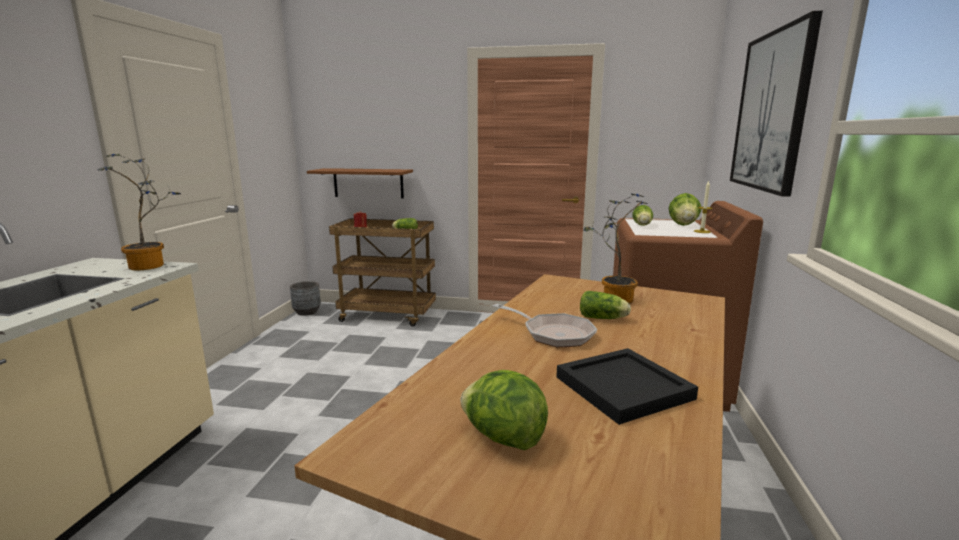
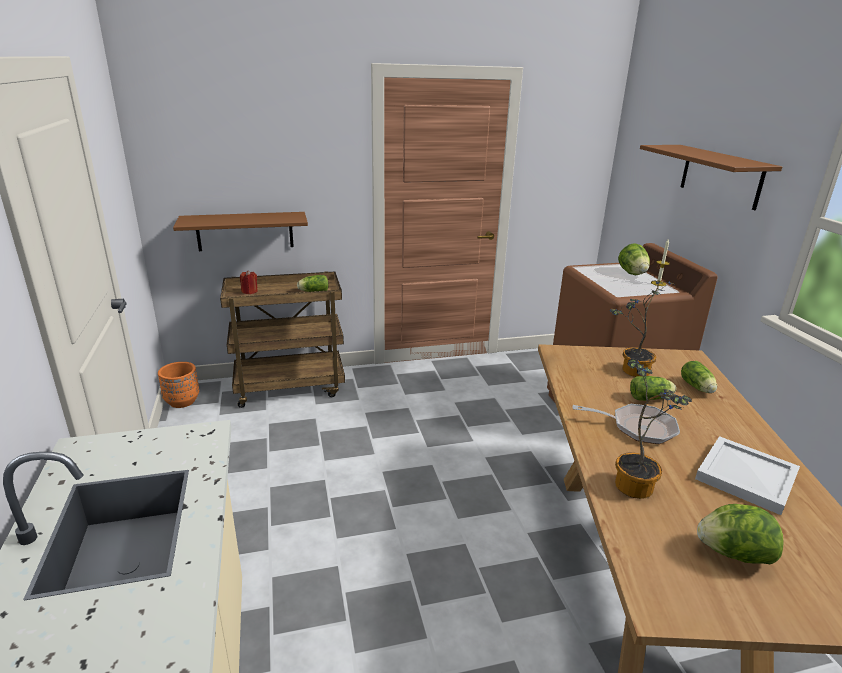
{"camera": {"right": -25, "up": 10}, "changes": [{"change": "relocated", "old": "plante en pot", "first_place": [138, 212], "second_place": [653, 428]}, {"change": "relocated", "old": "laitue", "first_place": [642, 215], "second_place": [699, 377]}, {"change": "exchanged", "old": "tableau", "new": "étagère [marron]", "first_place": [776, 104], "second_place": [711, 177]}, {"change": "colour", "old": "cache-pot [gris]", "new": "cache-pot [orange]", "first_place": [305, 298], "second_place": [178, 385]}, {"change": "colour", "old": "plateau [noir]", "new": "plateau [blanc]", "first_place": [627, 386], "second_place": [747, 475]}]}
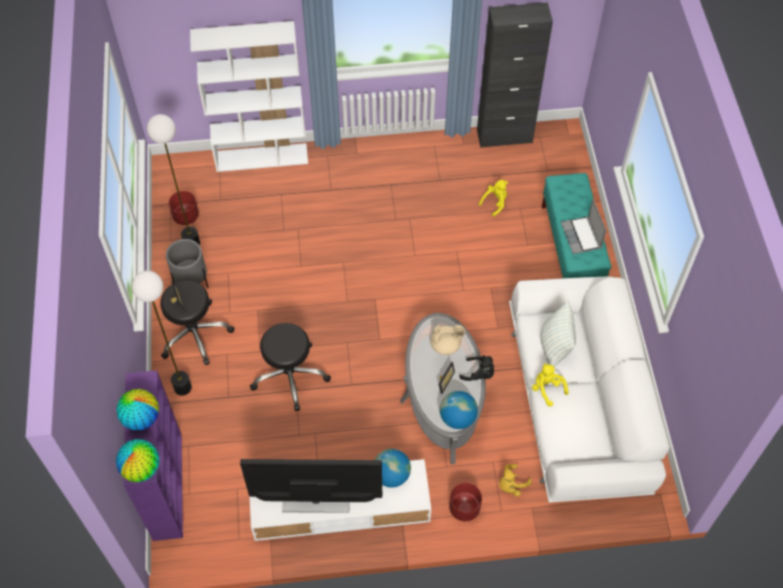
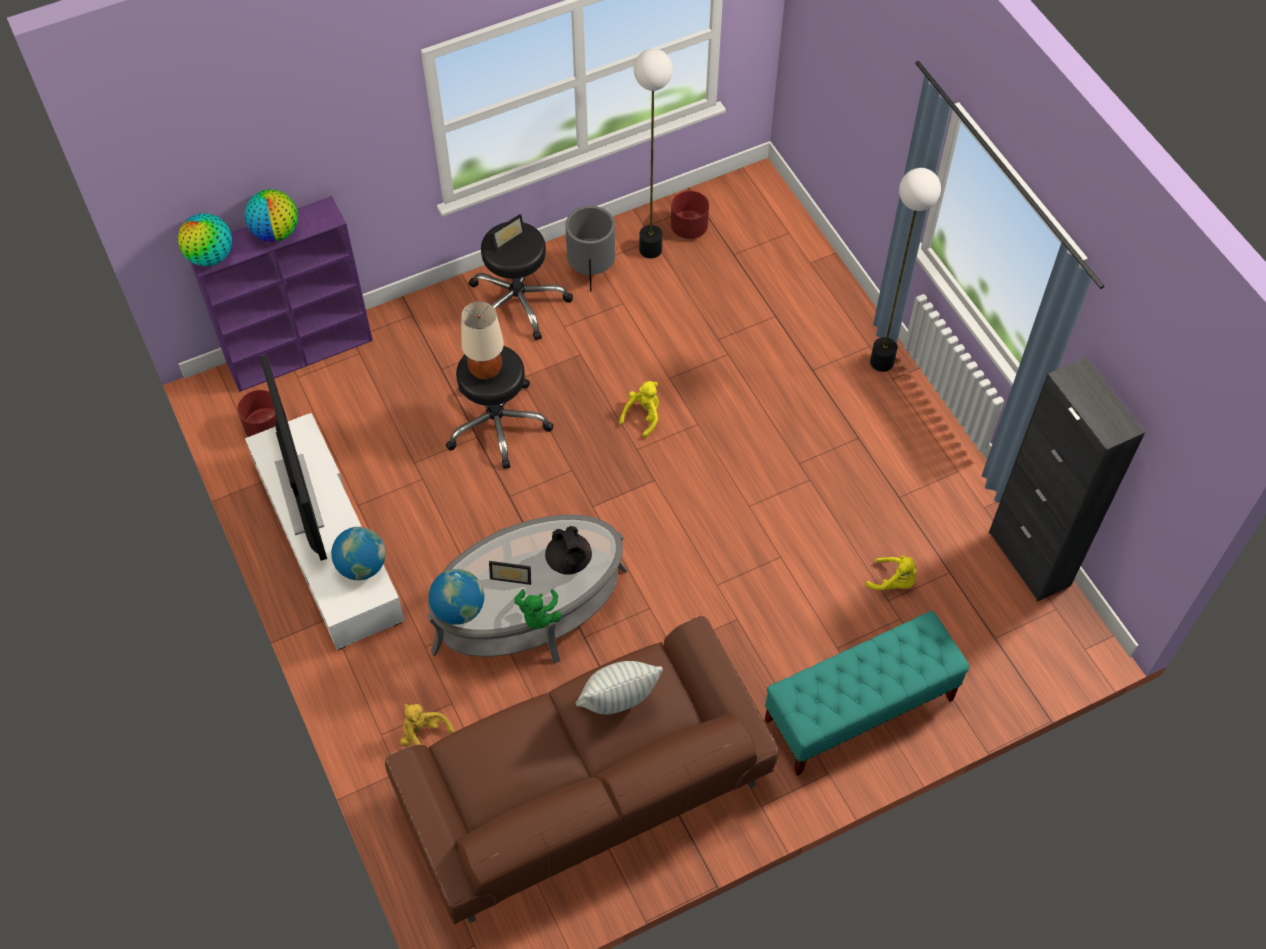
{"camera": {"right": 70, "up": 0}, "changes": [{"change": "missing", "old": "bibliothèque [blanc]", "first_place": [249, 96]}, {"change": "missing", "old": "ordinateur portable", "first_place": [583, 226]}, {"change": "appeared", "new": "lampe de table [beige]", "second_place": [482, 340]}, {"change": "relocated", "old": "lampadaire", "first_place": [162, 333], "second_place": [905, 270]}, {"change": "relocated", "old": "cache-pot [rouge]", "first_place": [465, 502], "second_place": [257, 413]}, {"change": "relocated", "old": "peluche [jaune]", "first_place": [550, 385], "second_place": [639, 409]}, {"change": "colour", "old": "théière [beige]", "new": "théière [noir]", "first_place": [447, 340], "second_place": [568, 550]}, {"change": "colour", "old": "peluche [noir]", "new": "peluche [vert]", "first_place": [476, 368], "second_place": [538, 609]}, {"change": "colour", "old": "canapé [blanc]", "new": "canapé [marron]", "first_place": [589, 389], "second_place": [582, 769]}]}
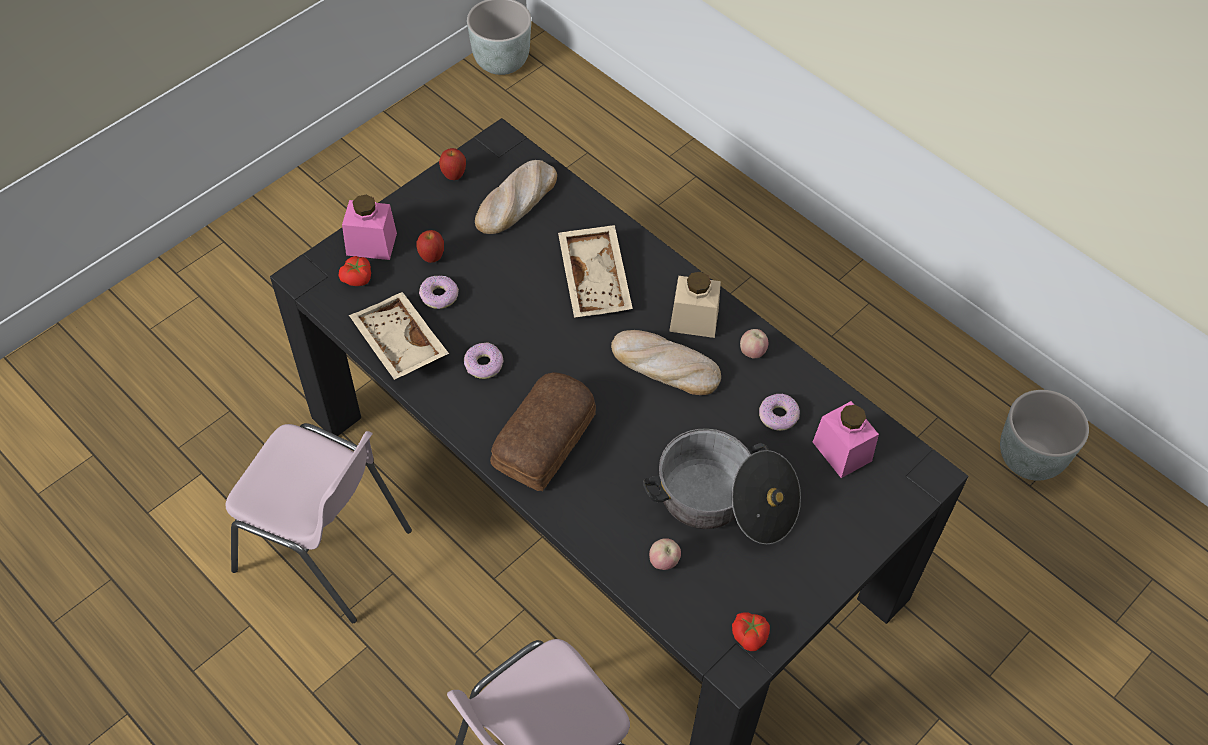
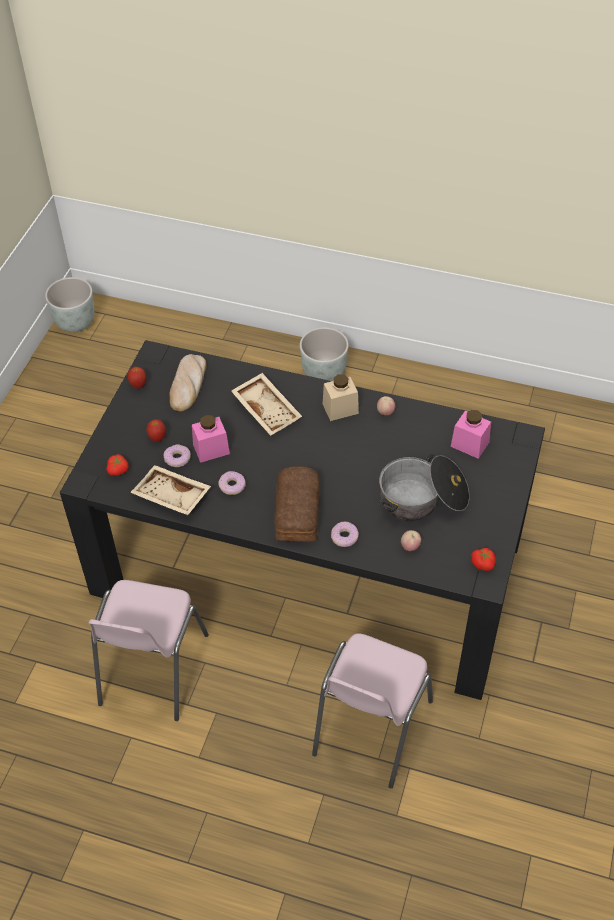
{"camera": {"right": -25, "up": -5}, "changes": [{"change": "missing", "old": "pain", "first_place": [666, 362]}, {"change": "relocated", "old": "bocal [rose]", "first_place": [369, 227], "second_place": [211, 439]}, {"change": "relocated", "old": "beignet", "first_place": [779, 412], "second_place": [345, 534]}, {"change": "relocated", "old": "cache-pot [gris]", "first_place": [1044, 435], "second_place": [324, 354]}, {"change": "spun", "old": "chaise [rose]", "first_place": [318, 523], "second_place": [148, 650], "degrees": 105}]}
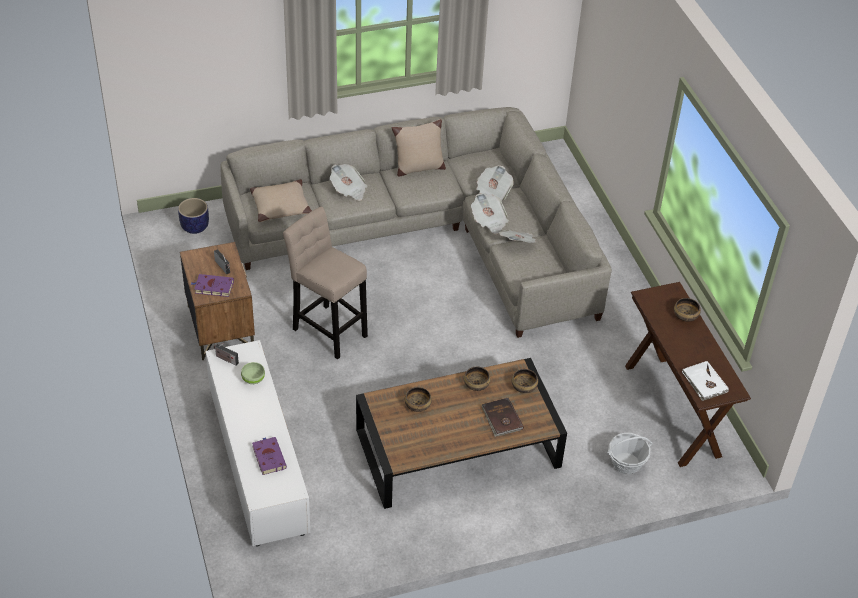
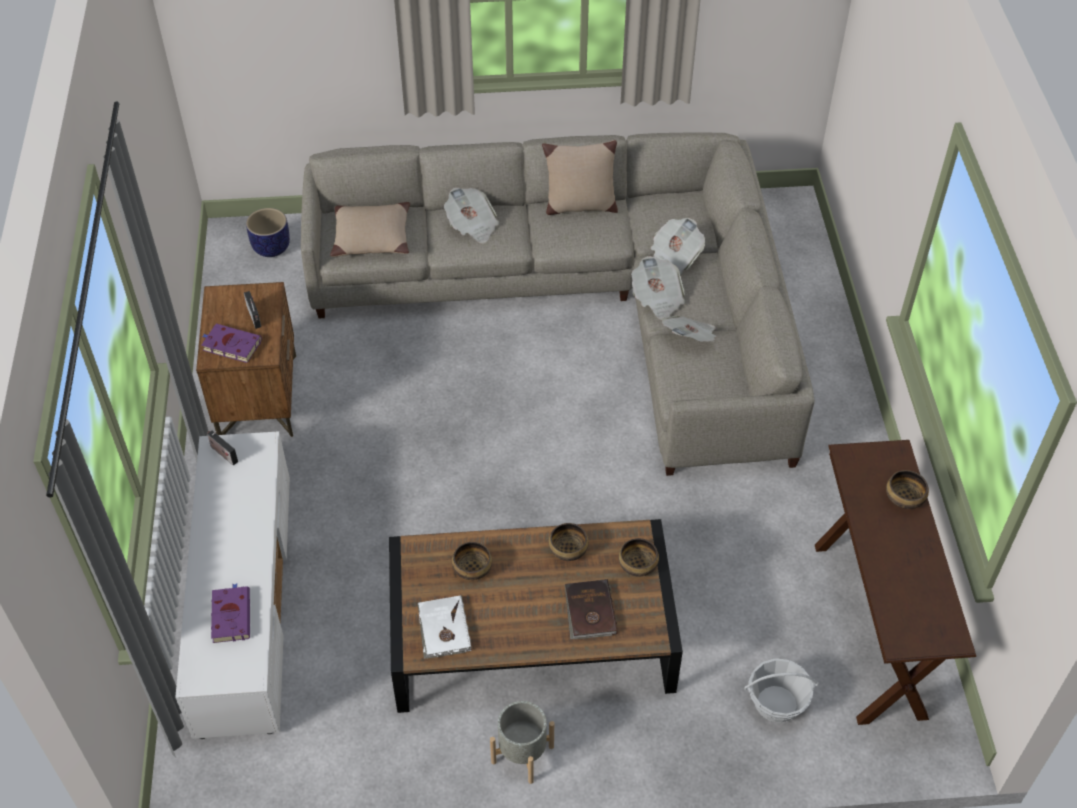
{"camera": {"right": 15, "up": 5}, "changes": [{"change": "missing", "old": "bol [vert]", "first_place": [253, 373]}, {"change": "missing", "old": "tabouret [beige]", "first_place": [325, 283]}, {"change": "appeared", "new": "cache-pot [gris]", "second_place": [522, 742]}, {"change": "relocated", "old": "livre [blanc]", "first_place": [705, 381], "second_place": [444, 627]}]}
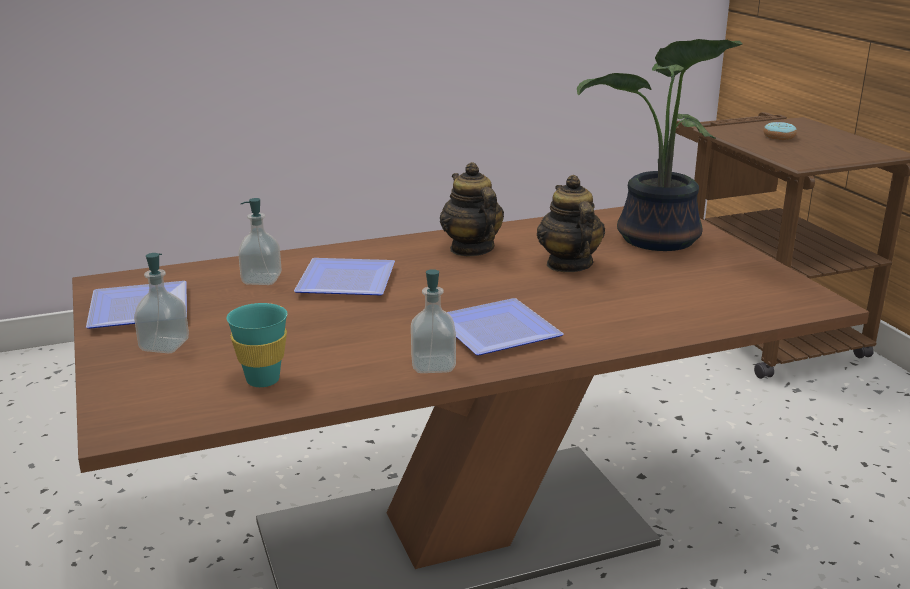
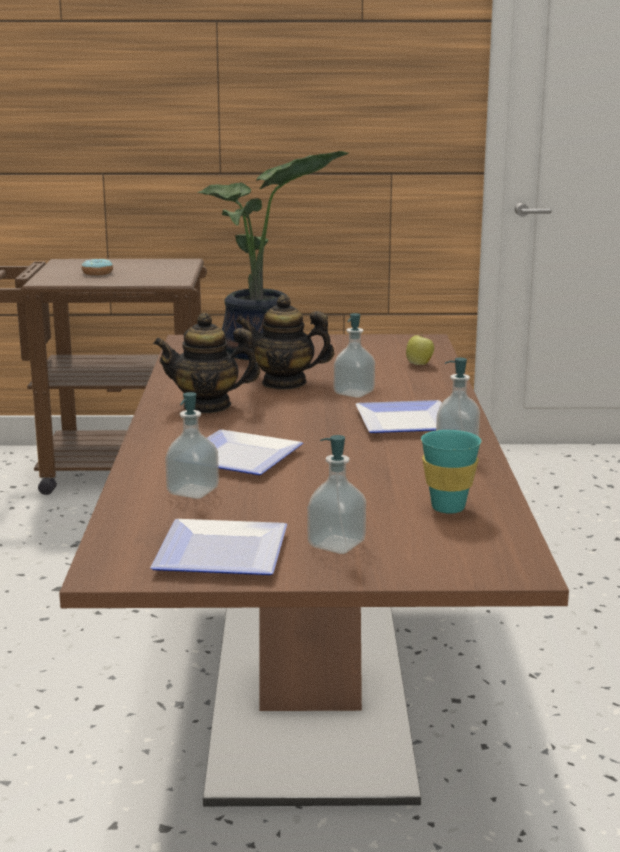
{"camera": {"right": -70, "up": -5}, "changes": [{"change": "appeared", "new": "distributeur de savon", "second_place": [354, 355]}, {"change": "appeared", "new": "pomme", "second_place": [420, 350]}]}
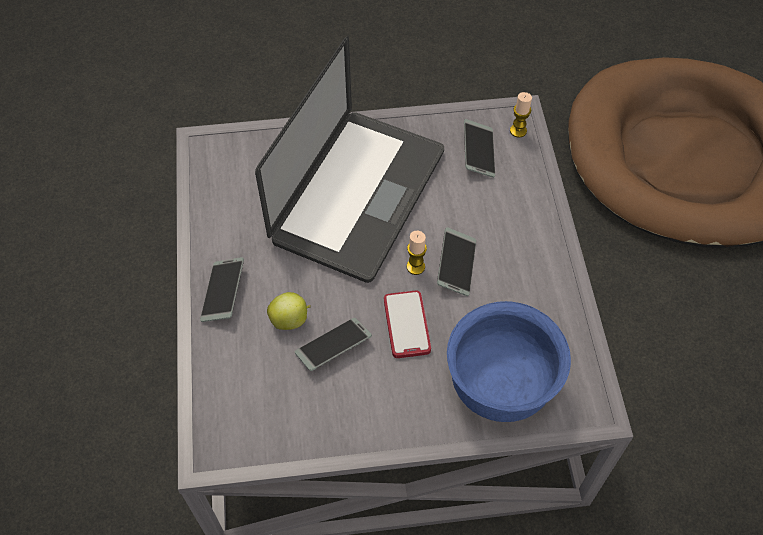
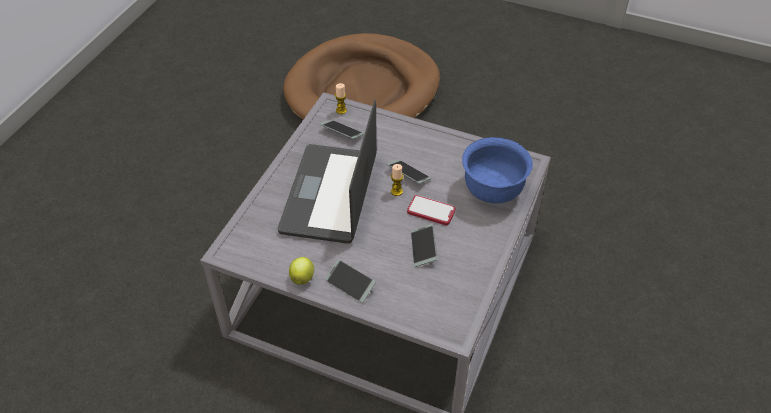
{"camera": {"right": -60, "up": -10}, "changes": [{"change": "relocated", "old": "pomme", "first_place": [289, 311], "second_place": [301, 271]}, {"change": "spun", "old": "ordinateur portable", "first_place": [349, 159], "second_place": [327, 172], "degrees": -135}]}
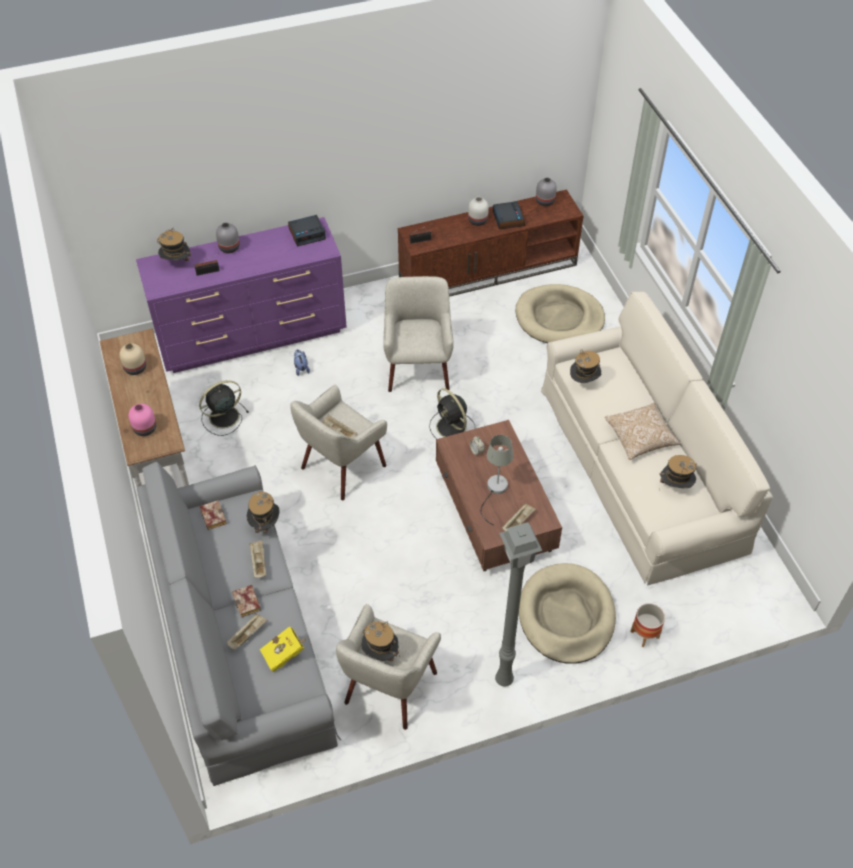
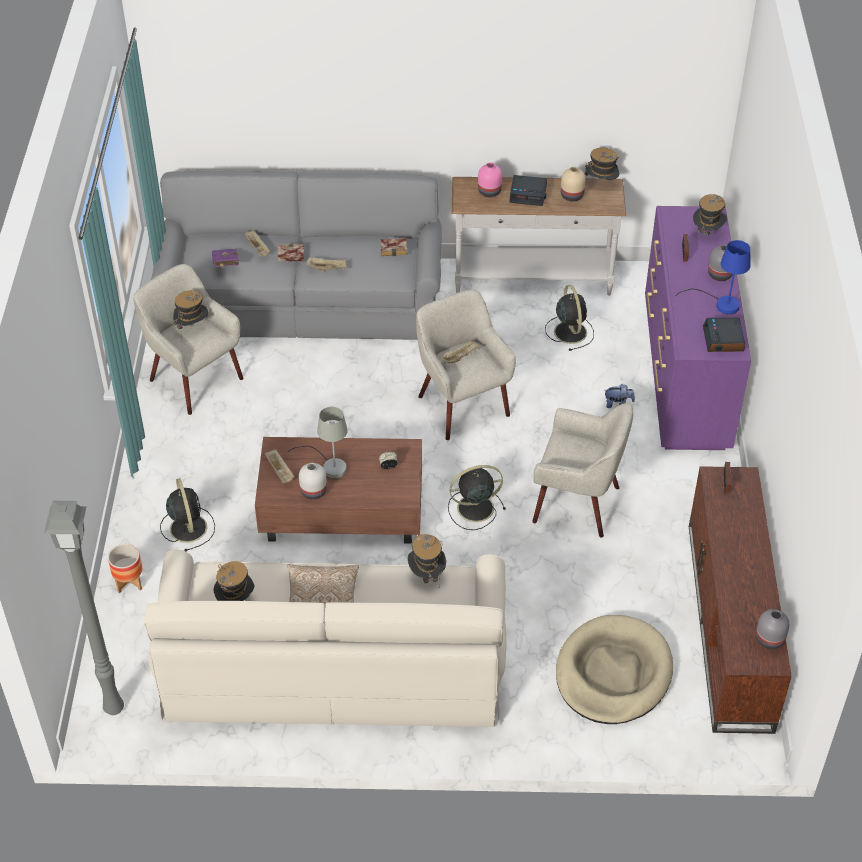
{"camera": {"right": 110, "up": -5}, "changes": [{"change": "appeared", "new": "lampe de table [bleu]", "second_place": [713, 277]}, {"change": "relocated", "old": "chapeau", "first_place": [263, 515], "second_place": [602, 163]}, {"change": "relocated", "old": "vase [blanc]", "first_place": [478, 211], "second_place": [313, 481]}, {"change": "relocated", "old": "réveil", "first_place": [509, 215], "second_place": [528, 190]}, {"change": "relocated", "old": "lampadaire [gris]", "first_place": [518, 604], "second_place": [84, 608]}, {"change": "exchanged", "old": "panier pour chien [beige]", "new": "ventilateur [noir]", "first_place": [567, 613], "second_place": [187, 514]}, {"change": "colour", "old": "livre [jaune]", "new": "livre [violet]", "first_place": [283, 649], "second_place": [225, 259]}]}
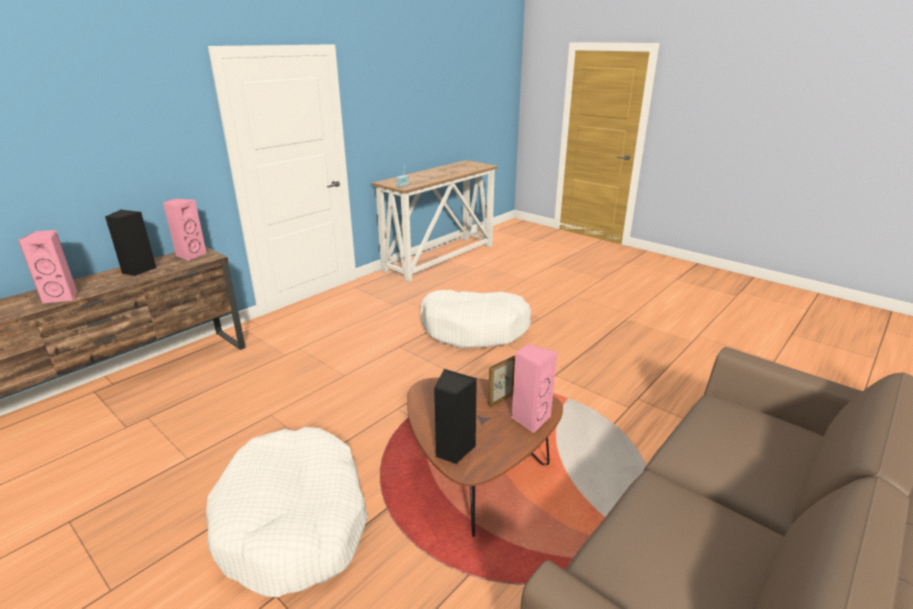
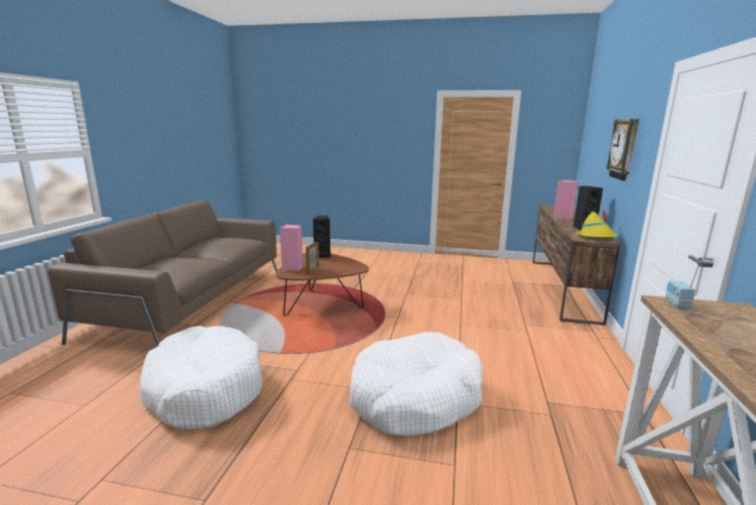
{"camera": {"right": 150, "up": -10}, "changes": [{"change": "appeared", "new": "horloge murale", "second_place": [622, 150]}, {"change": "relocated", "old": "panier pour chien [blanc]", "first_place": [287, 512], "second_place": [200, 378]}, {"change": "exchanged", "old": "enceinte [rose]", "new": "chapeau [jaune]", "first_place": [185, 229], "second_place": [596, 223]}]}
